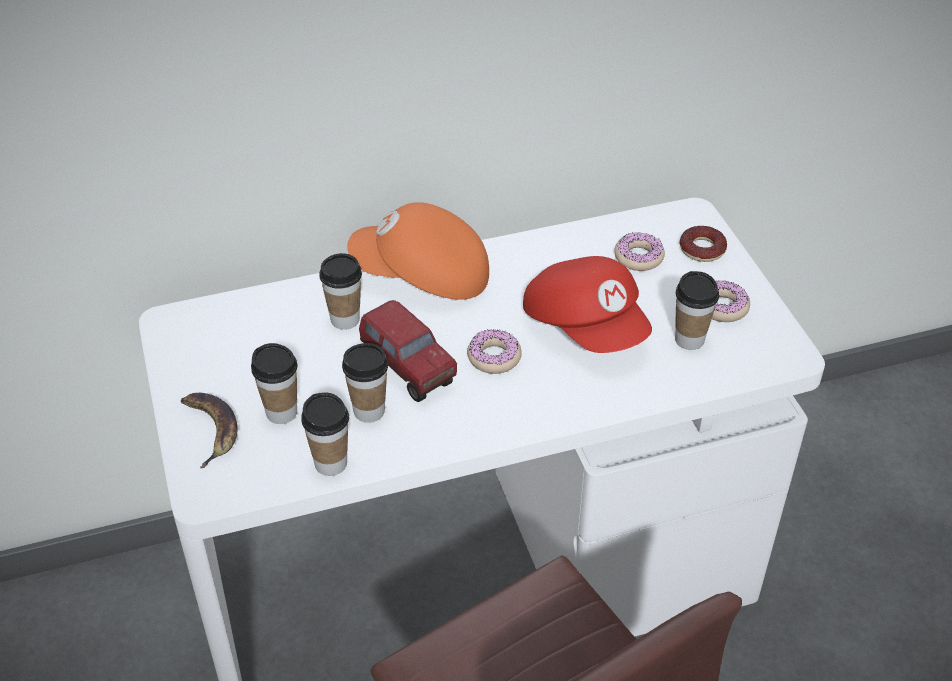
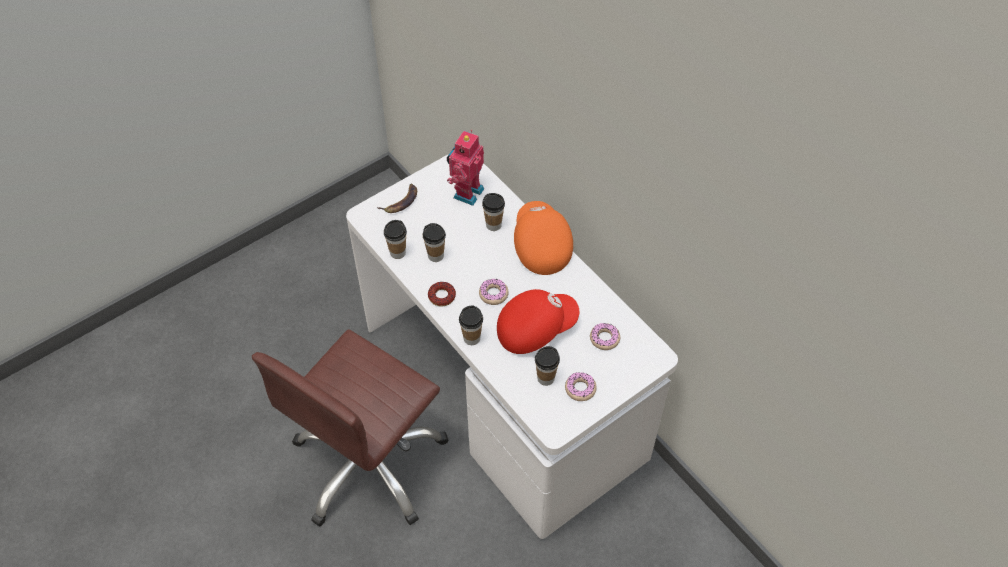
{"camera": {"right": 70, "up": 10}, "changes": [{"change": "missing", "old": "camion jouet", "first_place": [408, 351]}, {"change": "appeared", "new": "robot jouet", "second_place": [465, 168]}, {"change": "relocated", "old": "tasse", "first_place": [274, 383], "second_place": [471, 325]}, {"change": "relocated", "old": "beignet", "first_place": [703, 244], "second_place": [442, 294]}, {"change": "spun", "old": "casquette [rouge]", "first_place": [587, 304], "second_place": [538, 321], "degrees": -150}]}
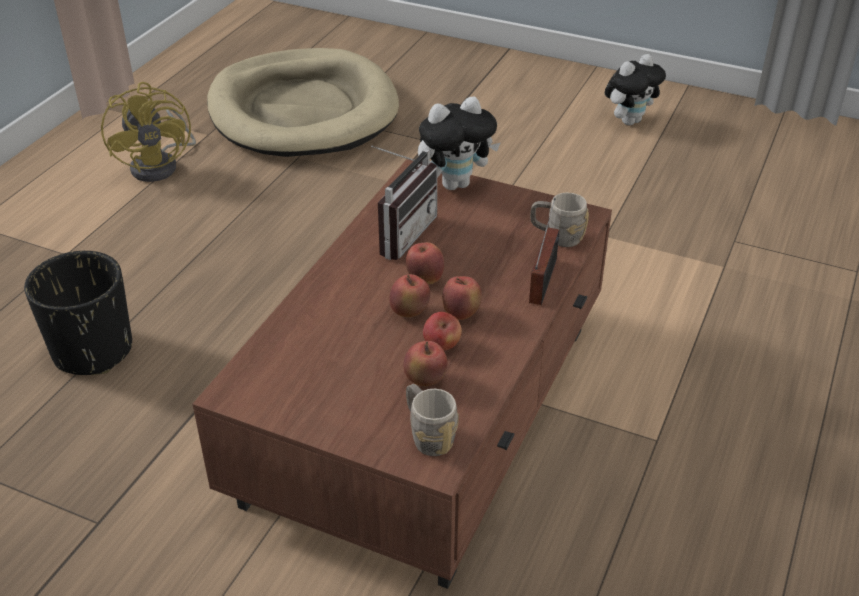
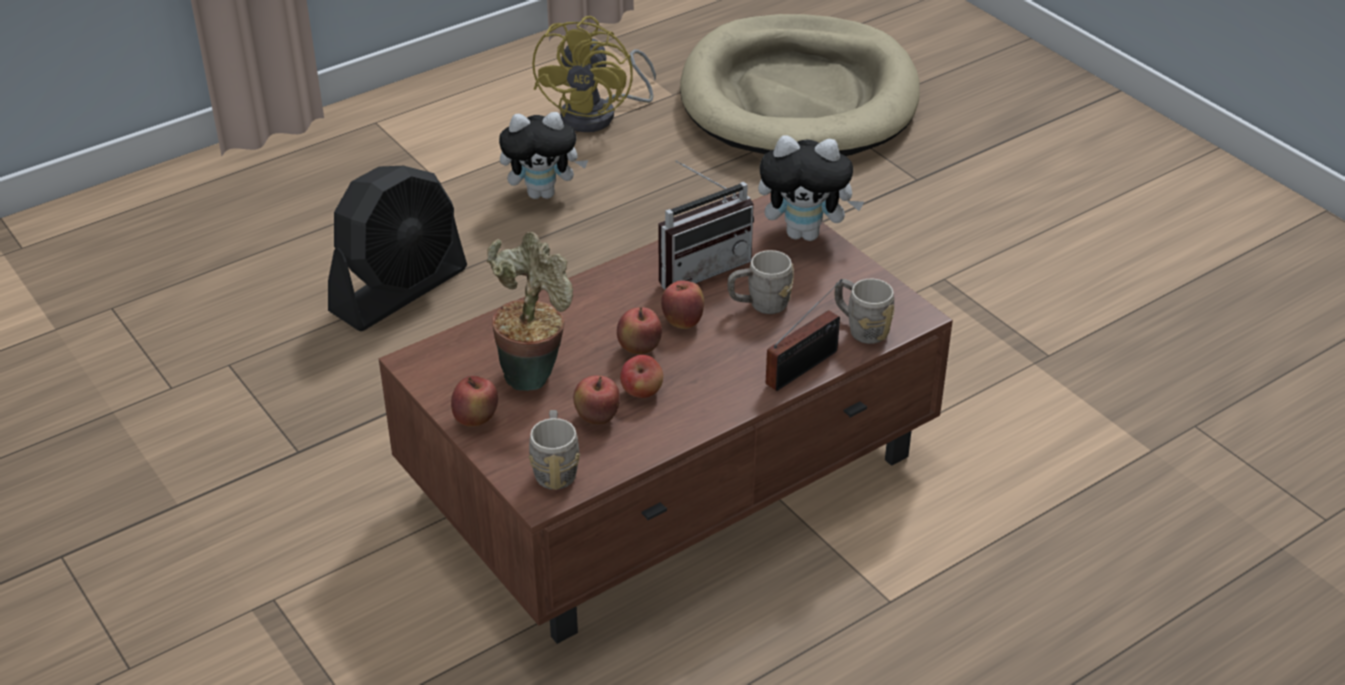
{"camera": {"right": 30, "up": 0}, "changes": [{"change": "appeared", "new": "plante en pot", "second_place": [530, 311]}, {"change": "appeared", "new": "mug [gris]", "second_place": [761, 282]}, {"change": "relocated", "old": "pomme", "first_place": [462, 298], "second_place": [474, 401]}, {"change": "relocated", "old": "peluche", "first_place": [635, 89], "second_place": [543, 155]}, {"change": "exchanged", "old": "cache-pot [noir]", "new": "ventilateur [noir]", "first_place": [78, 313], "second_place": [397, 248]}]}
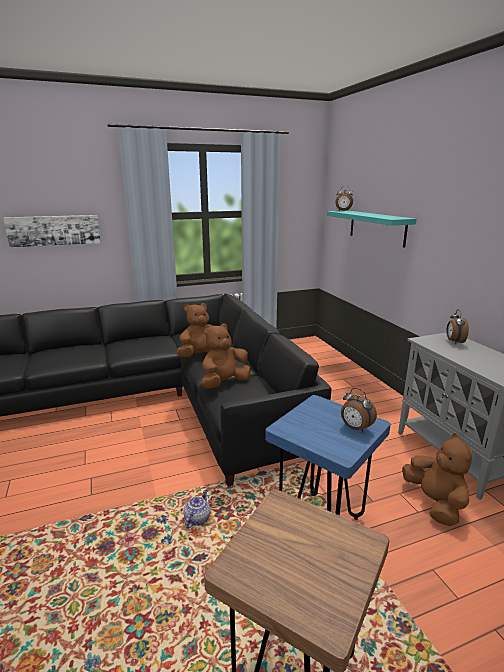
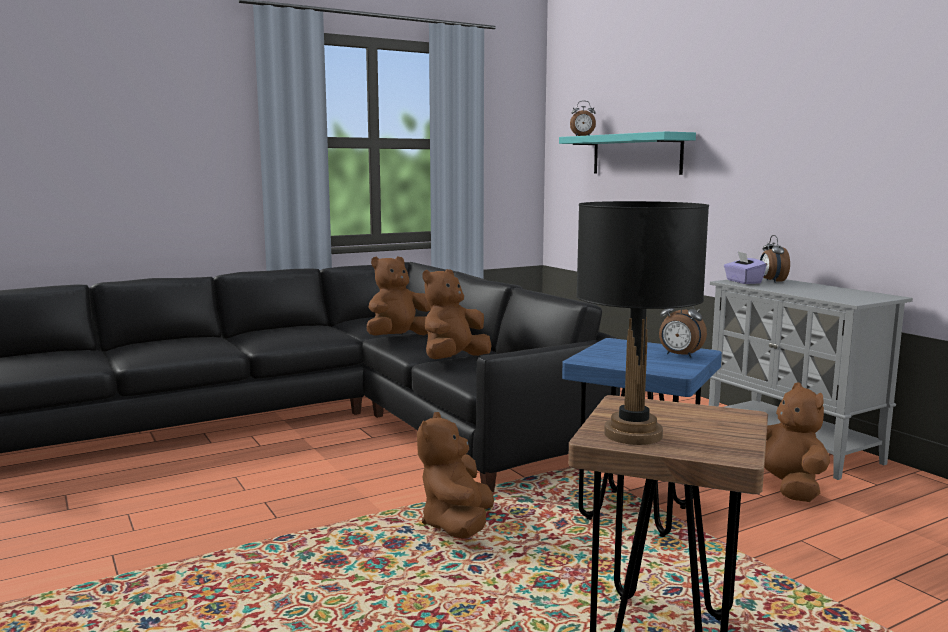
{"camera": {"right": -10, "up": -10}, "changes": [{"change": "missing", "old": "tableau", "first_place": [52, 231]}, {"change": "appeared", "new": "lampe de table [noir]", "second_place": [642, 323]}, {"change": "appeared", "new": "boîte à mouchoirs [violet]", "second_place": [745, 268]}, {"change": "exchanged", "old": "théière", "new": "peluche [marron]", "first_place": [196, 509], "second_place": [455, 475]}]}
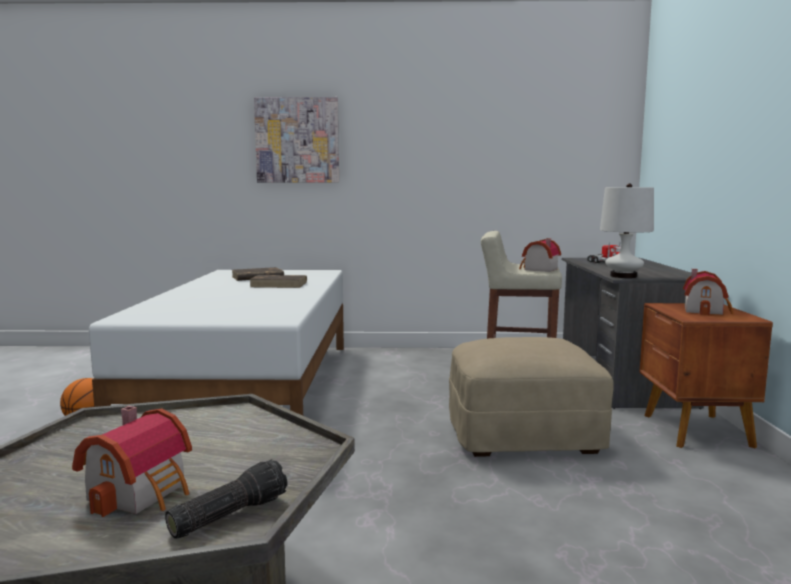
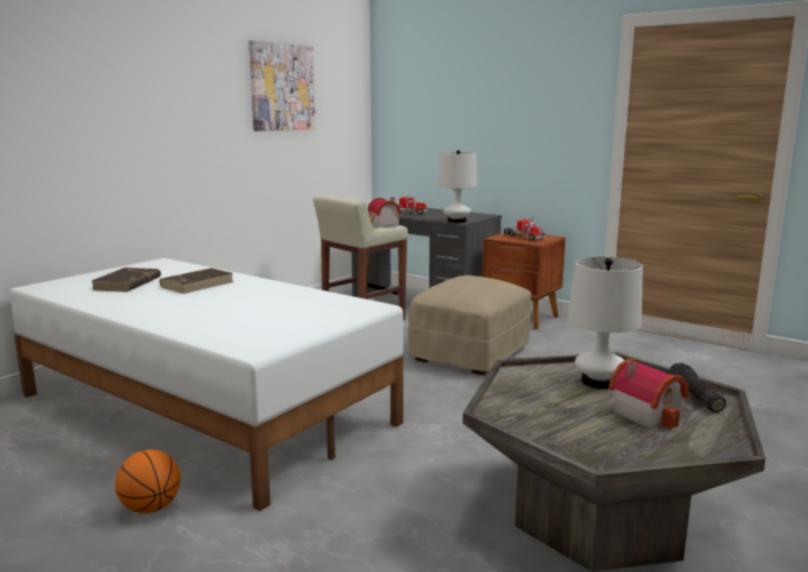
{"camera": {"right": -55, "up": 5}, "changes": [{"change": "appeared", "new": "lampe de table [blanc]", "second_place": [605, 323]}, {"change": "relocated", "old": "tableau", "first_place": [296, 140], "second_place": [282, 85]}, {"change": "exchanged", "old": "maison miniature", "new": "camion jouet", "first_place": [708, 292], "second_place": [525, 229]}]}
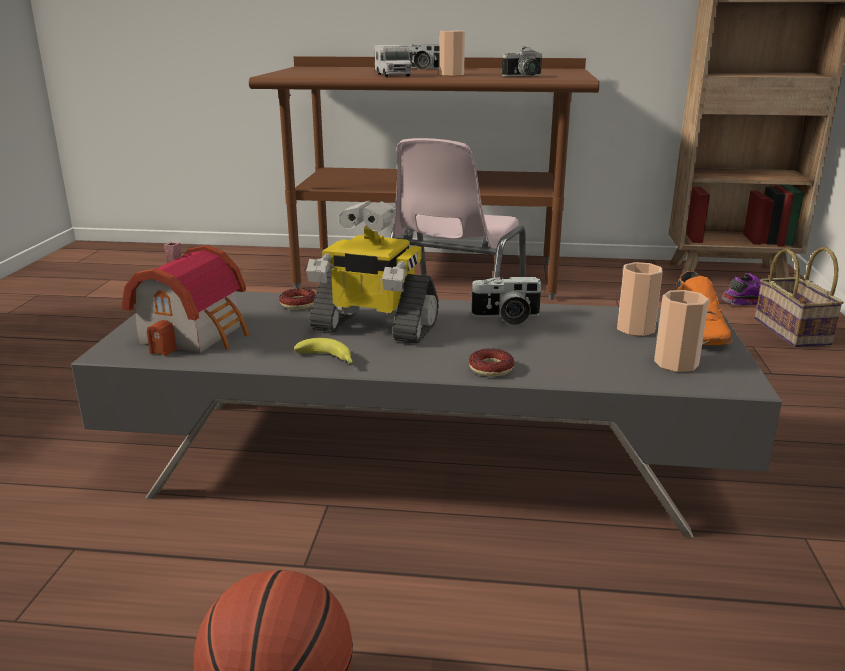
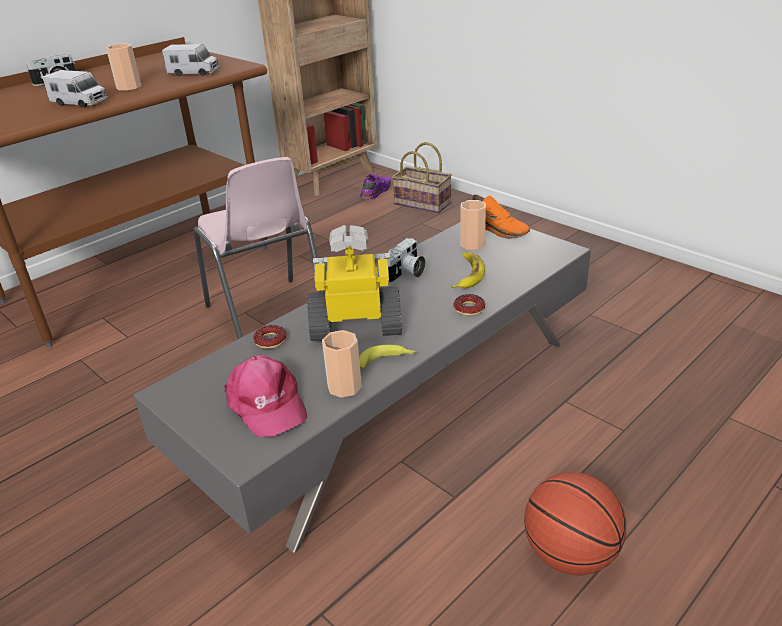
{"camera": {"right": -50, "up": 10}, "changes": [{"change": "appeared", "new": "banane", "second_place": [468, 270]}, {"change": "relocated", "old": "tasse", "first_place": [681, 331], "second_place": [342, 364]}, {"change": "exchanged", "old": "maison miniature", "new": "casquette [rose]", "first_place": [185, 299], "second_place": [266, 396]}, {"change": "exchanged", "old": "appareil photo", "new": "camion jouet", "first_place": [522, 61], "second_place": [190, 60]}, {"change": "spun", "old": "robot jouet", "first_place": [372, 271], "second_place": [354, 283], "degrees": -150}]}
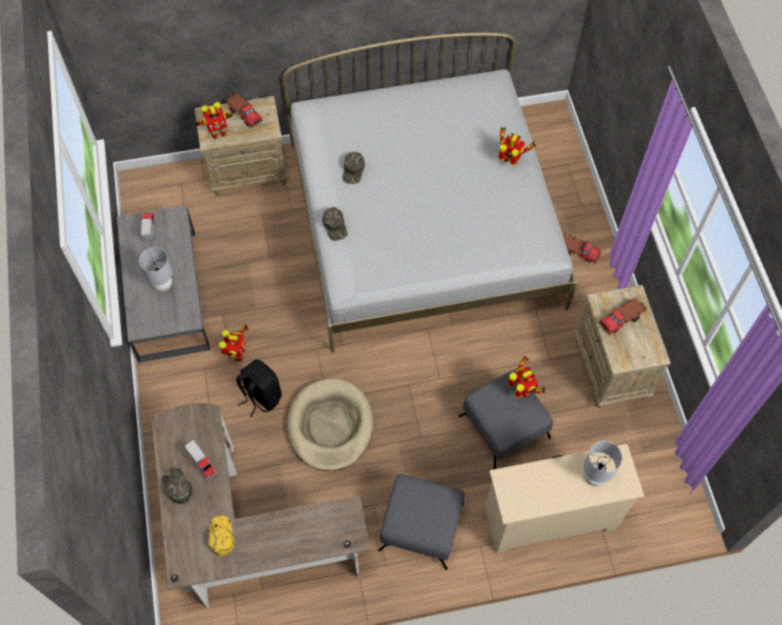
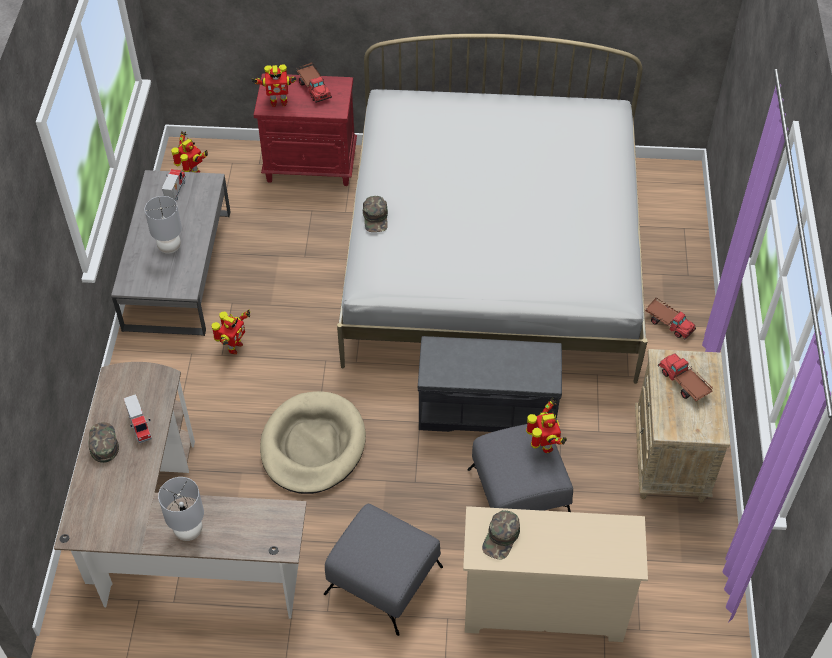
{"camera": {"right": 15, "up": -10}, "changes": [{"change": "missing", "old": "casquette [jaune]", "first_place": [222, 536]}, {"change": "missing", "old": "sac à dos [noir]", "first_place": [259, 388]}, {"change": "appeared", "new": "banc [gris]", "second_place": [490, 384]}, {"change": "relocated", "old": "casquette [vert]", "first_place": [353, 168], "second_place": [501, 535]}, {"change": "relocated", "old": "robot jouet", "first_place": [517, 146], "second_place": [189, 152]}, {"change": "relocated", "old": "lampe de table [gris]", "first_place": [603, 463], "second_place": [181, 509]}, {"change": "colour", "old": "table de chevet [beige]", "new": "table de chevet [rouge]", "first_place": [242, 146], "second_place": [305, 129]}, {"change": "spun", "old": "camion jouet", "first_place": [623, 316], "second_place": [685, 377], "degrees": 75}]}
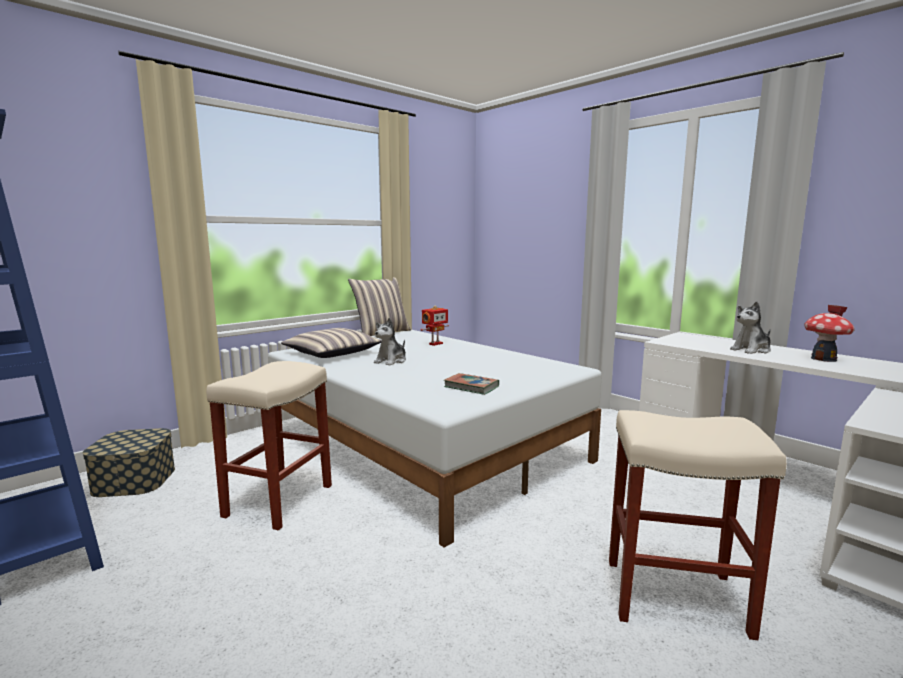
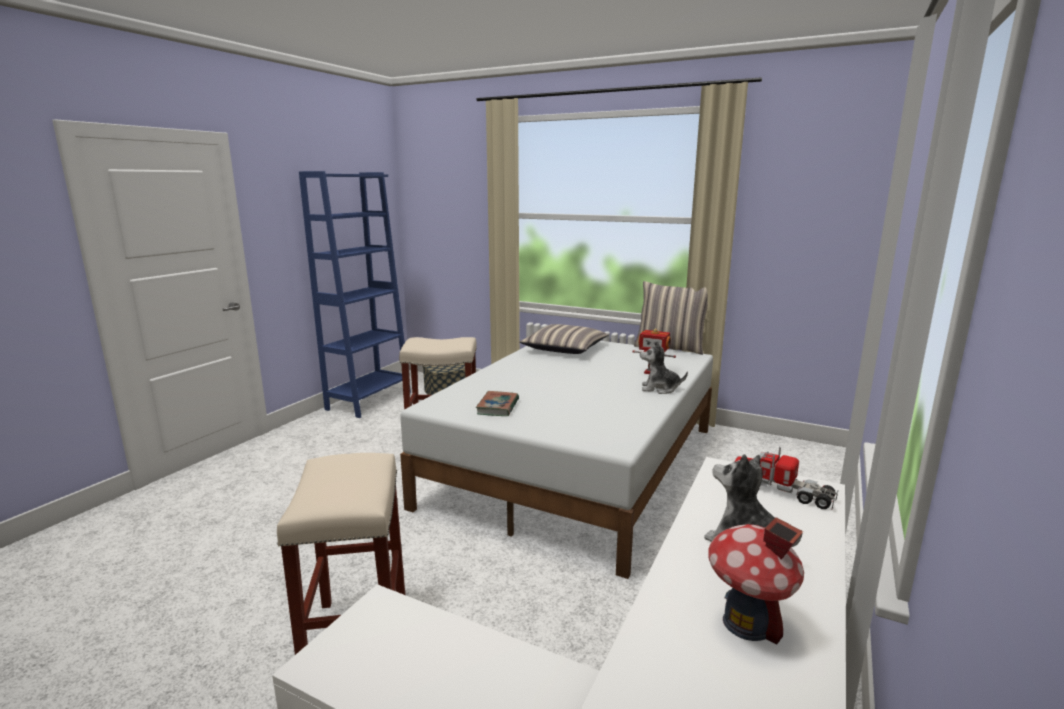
{"camera": {"right": 70, "up": 5}, "changes": [{"change": "appeared", "new": "camion jouet", "second_place": [786, 478]}, {"change": "relocated", "old": "peluche", "first_place": [390, 342], "second_place": [664, 368]}]}
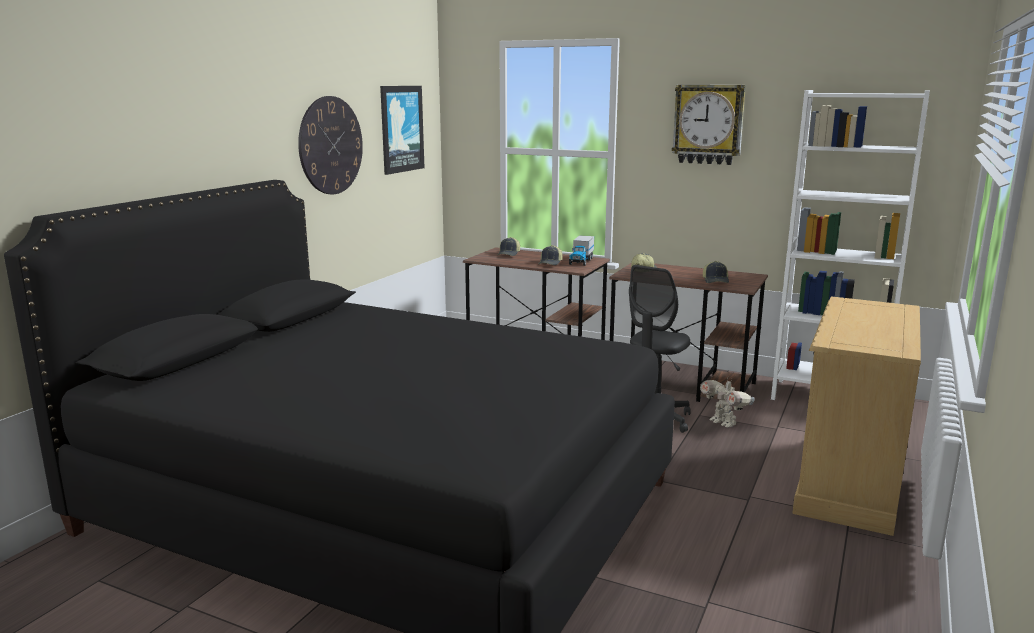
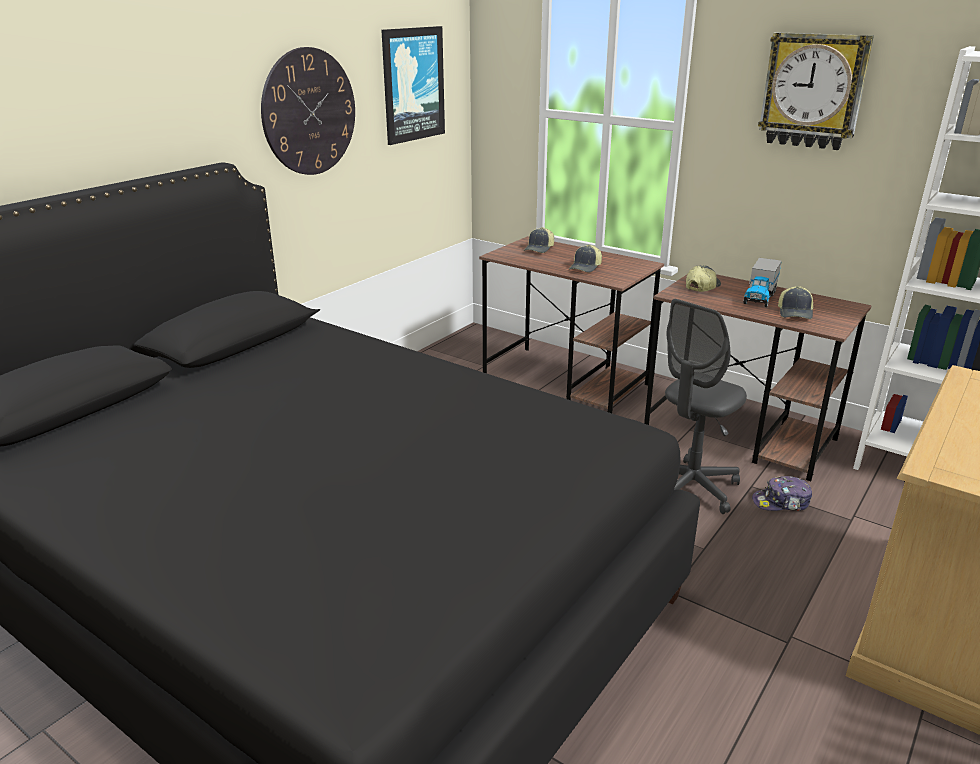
{"camera": {"right": 10, "up": 10}, "changes": [{"change": "relocated", "old": "camion jouet", "first_place": [581, 251], "second_place": [762, 282]}, {"change": "exchanged", "old": "robot jouet", "new": "casquette", "first_place": [727, 403], "second_place": [782, 493]}]}
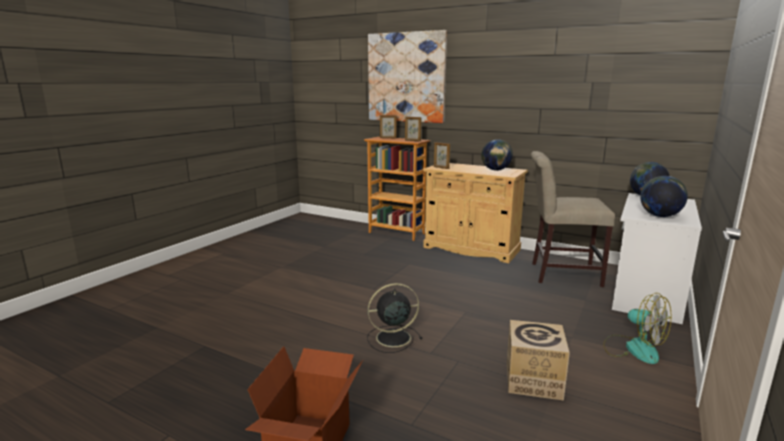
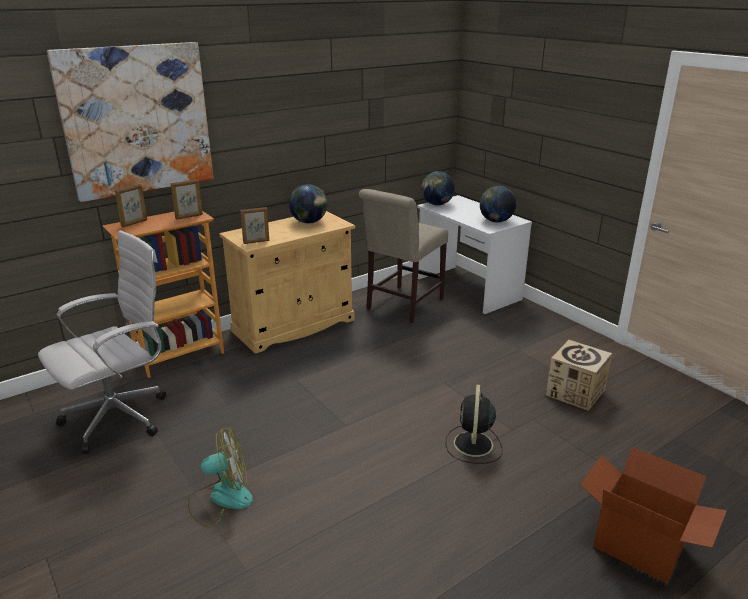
{"camera": {"right": -65, "up": 10}, "changes": [{"change": "appeared", "new": "chaise de bureau [blanc]", "second_place": [102, 342]}, {"change": "relocated", "old": "ventilateur", "first_place": [637, 328], "second_place": [220, 477]}]}
